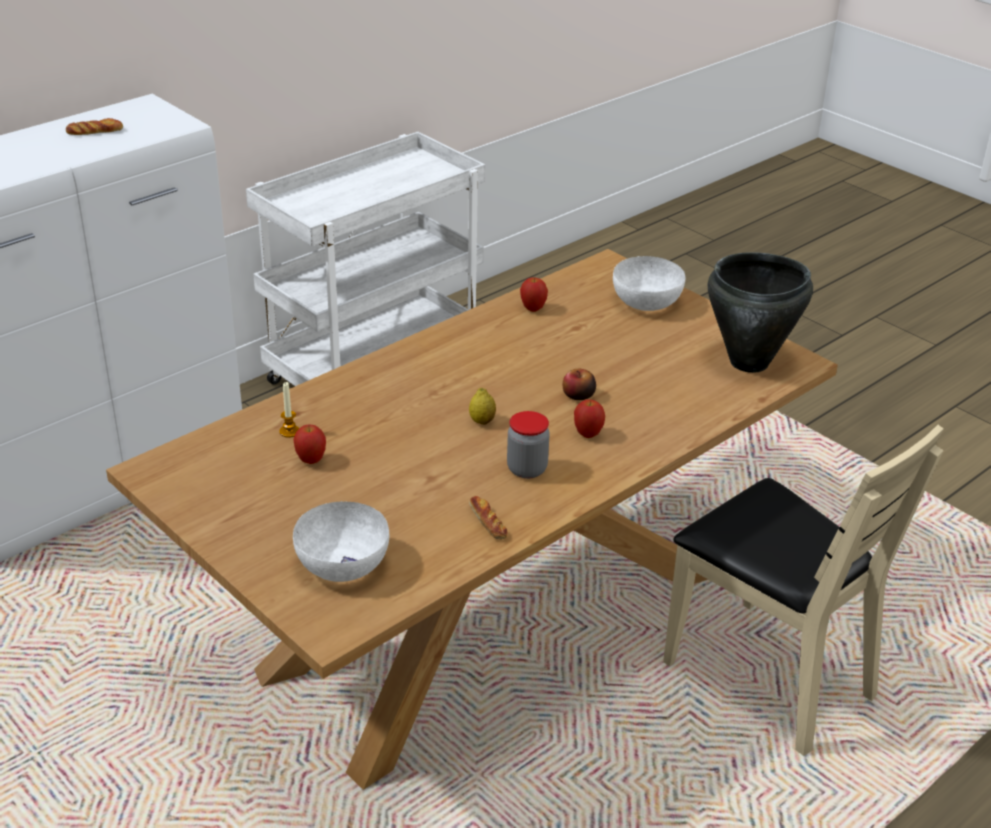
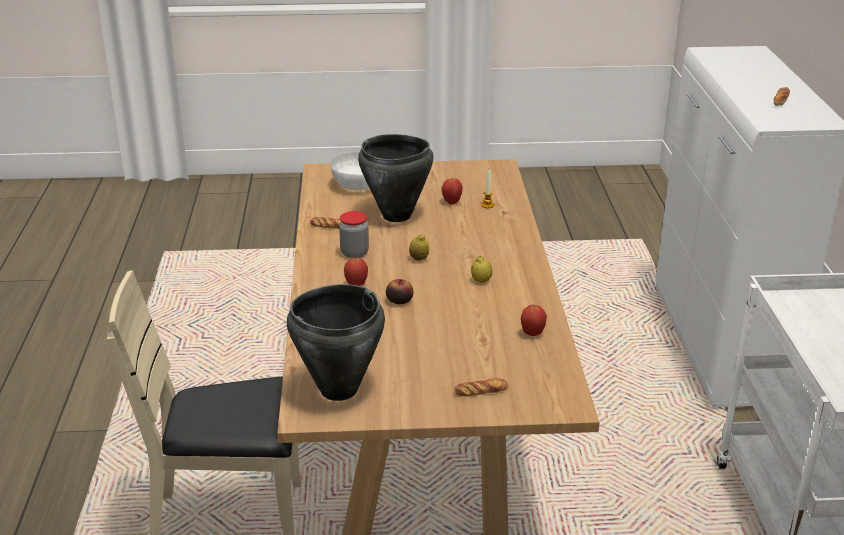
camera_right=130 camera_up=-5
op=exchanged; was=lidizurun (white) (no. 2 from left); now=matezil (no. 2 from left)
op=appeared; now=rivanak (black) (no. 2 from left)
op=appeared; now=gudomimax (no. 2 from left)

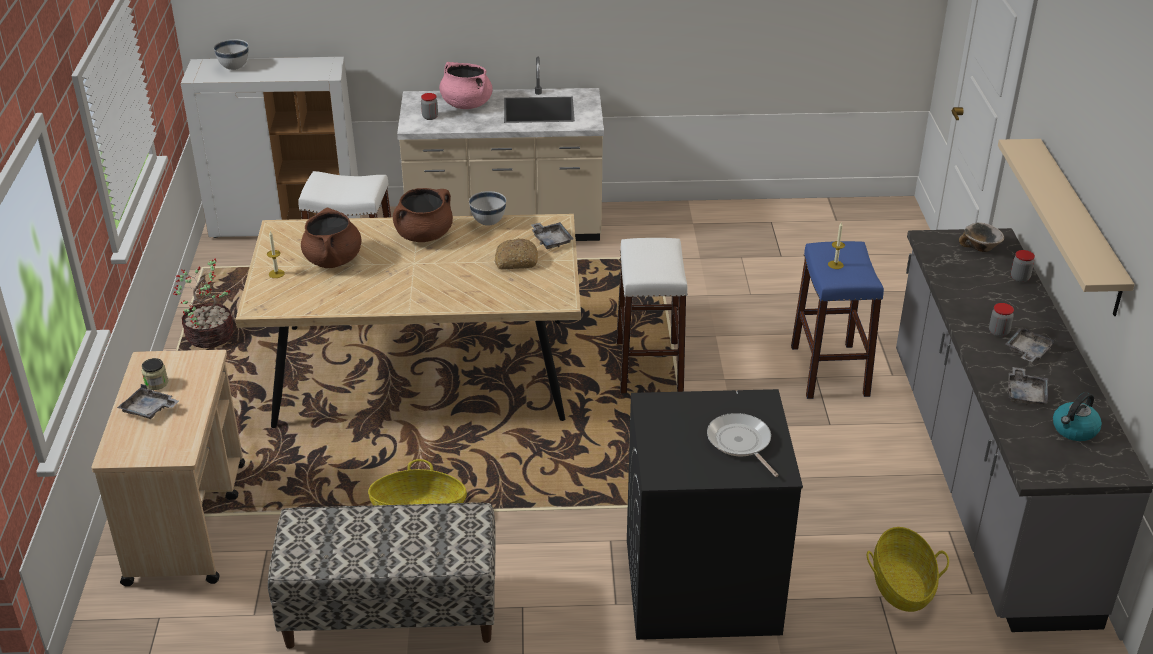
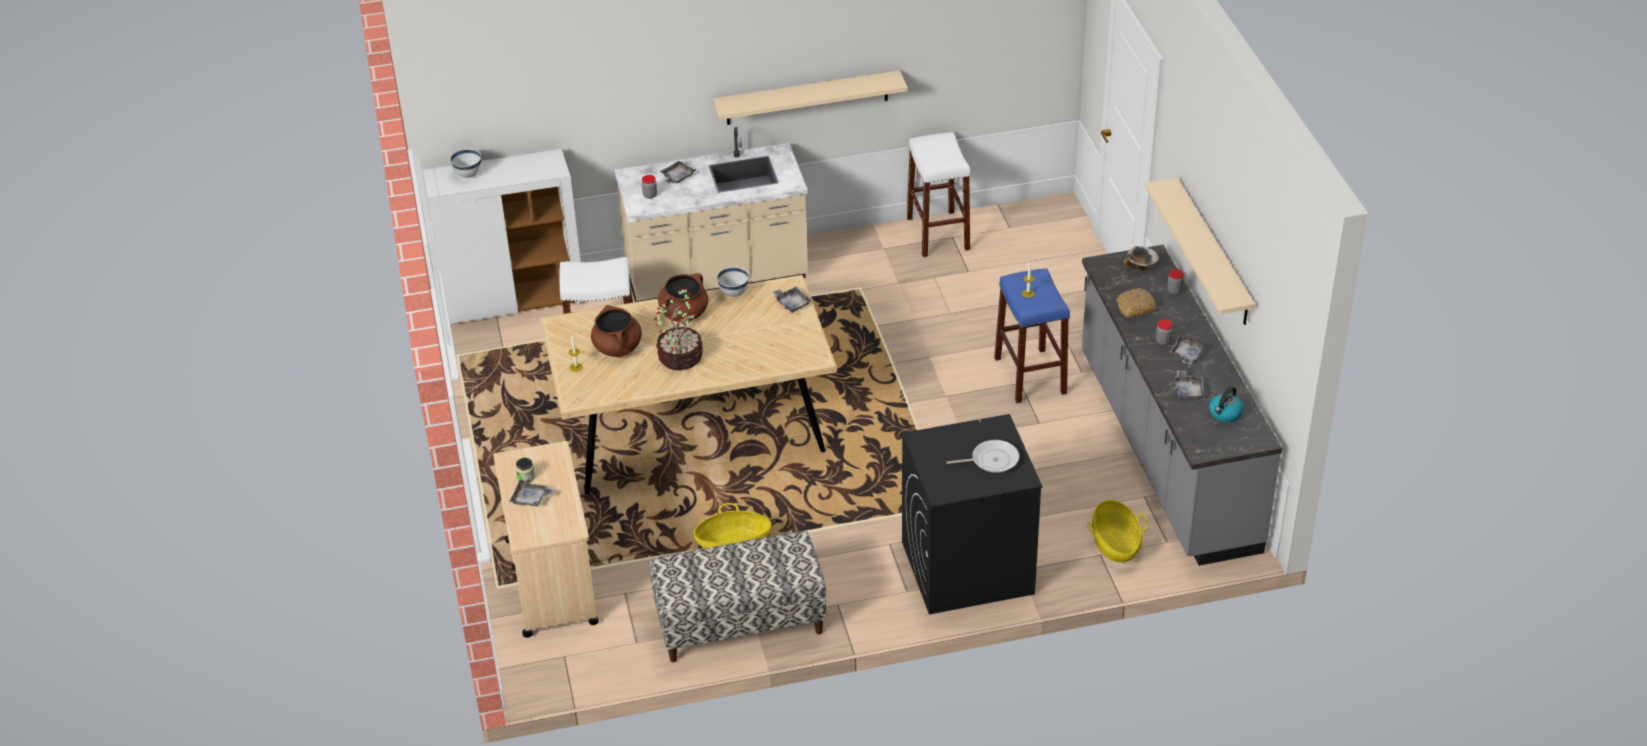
camera_right=-10 camera_up=5
op=relocated; was=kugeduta
op=exchanged; was=rivanak (pink); now=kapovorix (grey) (no. 2 from left)
op=relocated; was=matezil
op=relocated; was=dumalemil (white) (no. 2 from left)
op=spun; was=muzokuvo; clockwise=120
op=appeared; now=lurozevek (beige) (no. 1 from left)

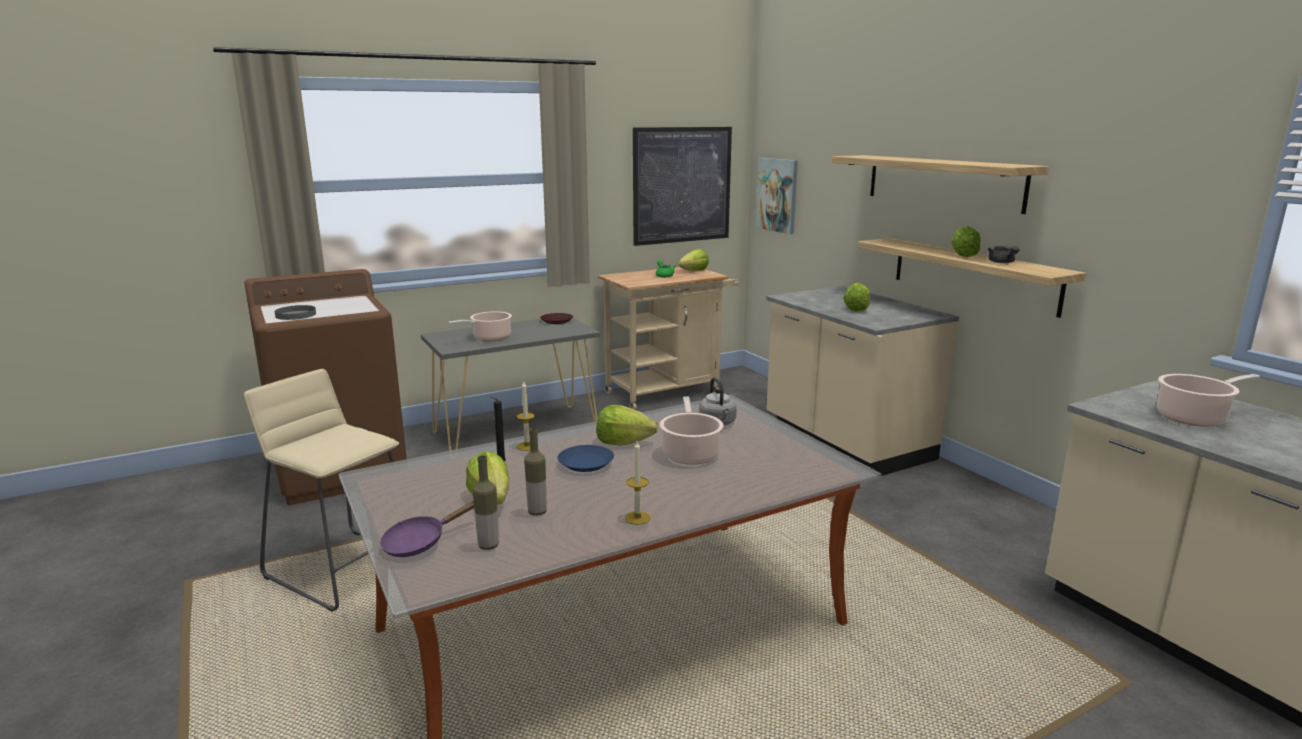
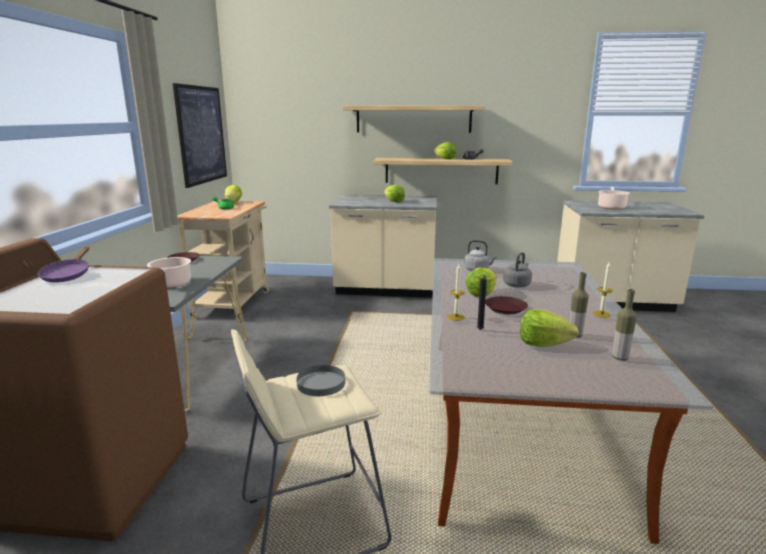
camera_right=-55 camera_up=0
op=relocated; was=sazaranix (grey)
op=relocated; was=muzokuvo (purple)
op=colour; was=sazaranix (blue); now=sazaranix (brown) (no. 2 from left)
op=exchanged; was=rivanak (no. 2 from left); now=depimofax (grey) (no. 2 from left)
op=missing; was=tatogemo (no. 2 from left)

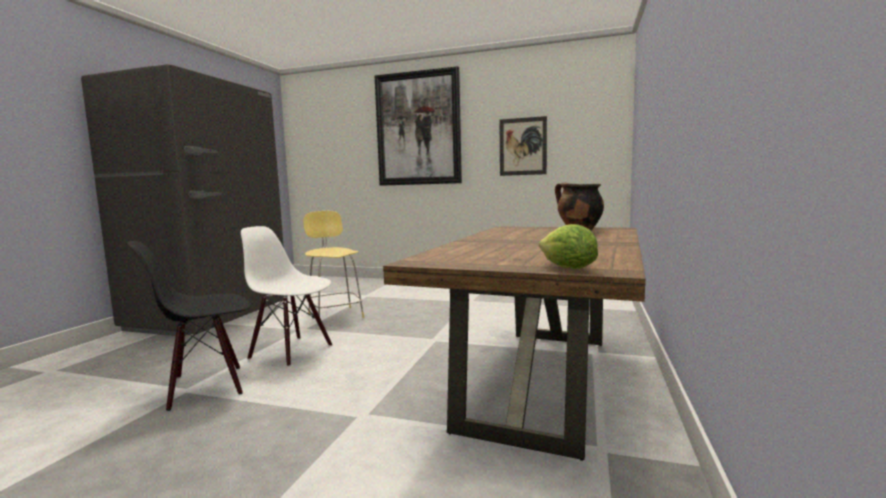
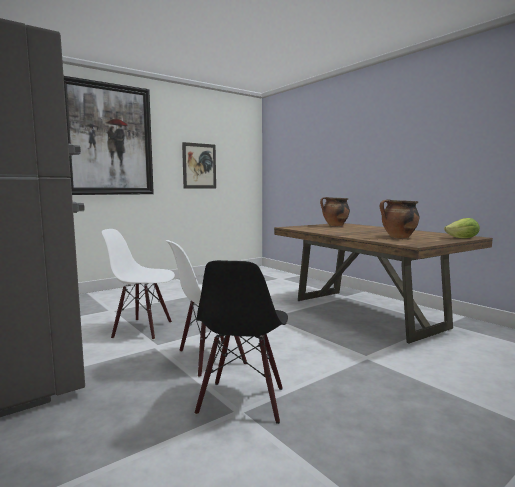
camera_right=-55 camera_up=0
op=exchanged; was=dumalemil (yellow); now=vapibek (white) (no. 1 from left)
op=appeared; now=rivanak (no. 2 from left)

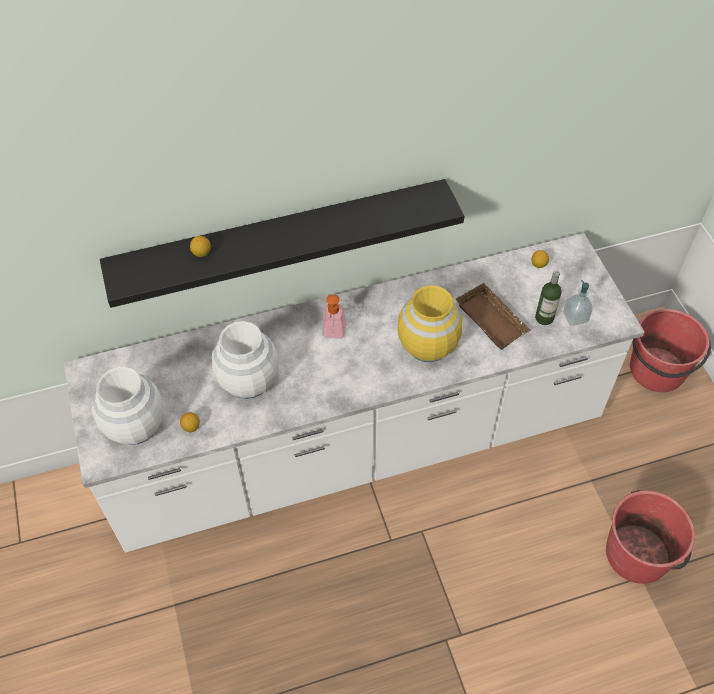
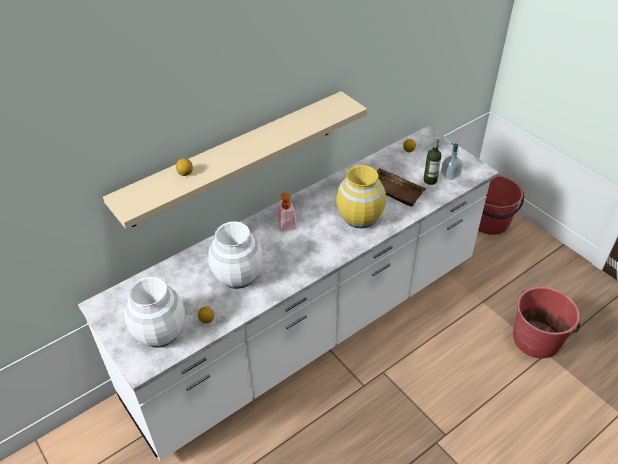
camera_right=-20 camera_up=-10
op=colour; was=lurozevek (black); now=lurozevek (beige)

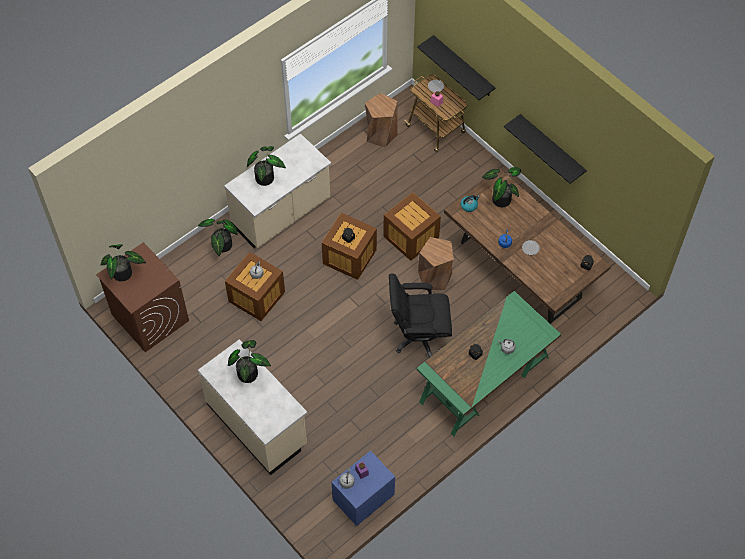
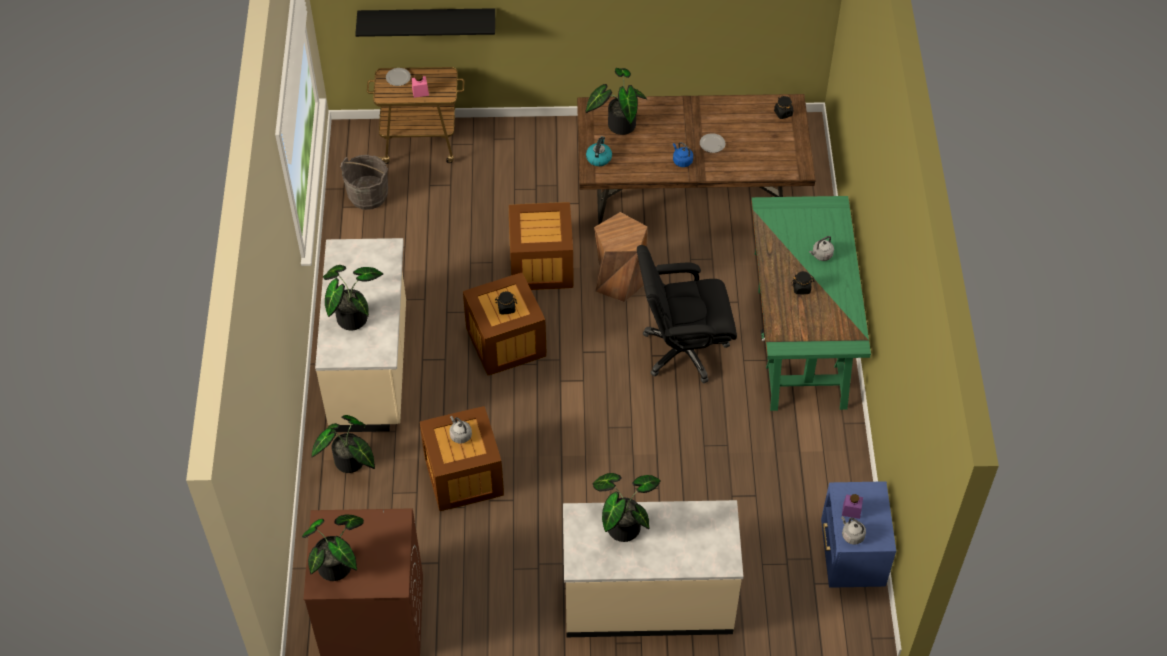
camera_right=-50 camera_up=-5
op=exchanged; was=dumalemil (brown) (no. 1 from left); now=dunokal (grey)
op=spun; was=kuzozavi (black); clockwise=45
op=missing; was=lurozevek (black) (no. 2 from left)

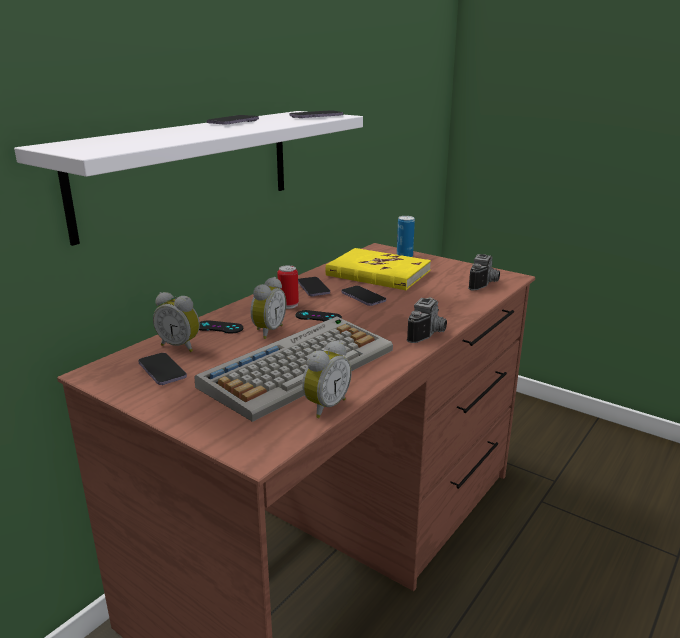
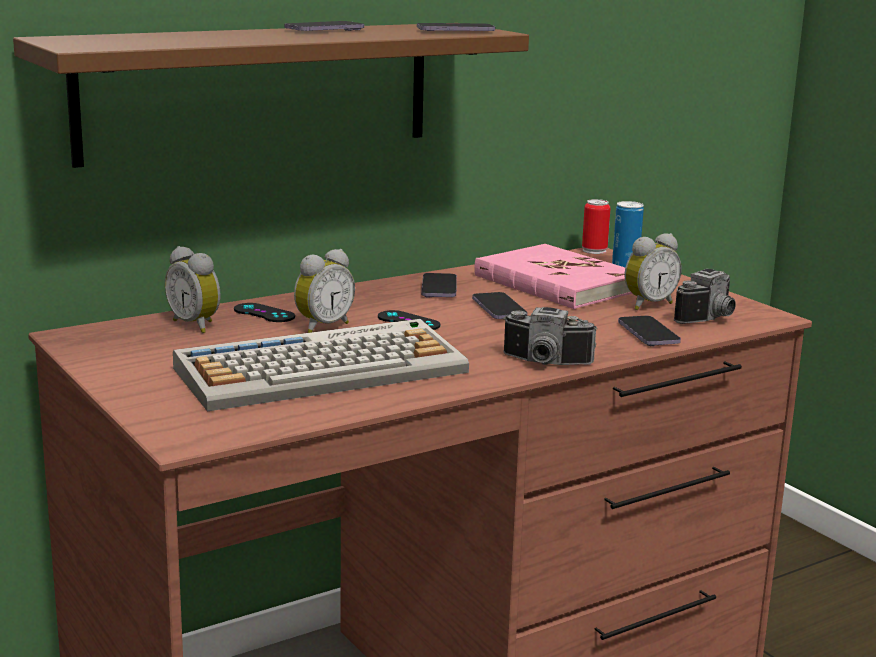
camera_right=20 camera_up=-5
op=colour; was=lurozevek (white); now=lurozevek (brown)
op=relocated; was=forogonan (no. 1 from left in the first image); now=forogonan (no. 5 from left)
op=relocated; was=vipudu (no. 1 from left)
op=relocated; was=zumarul (no. 3 from left)
op=colour; was=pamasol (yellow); now=pamasol (pink)
op=spun; was=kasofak (no. 1 from left); clockwise=60

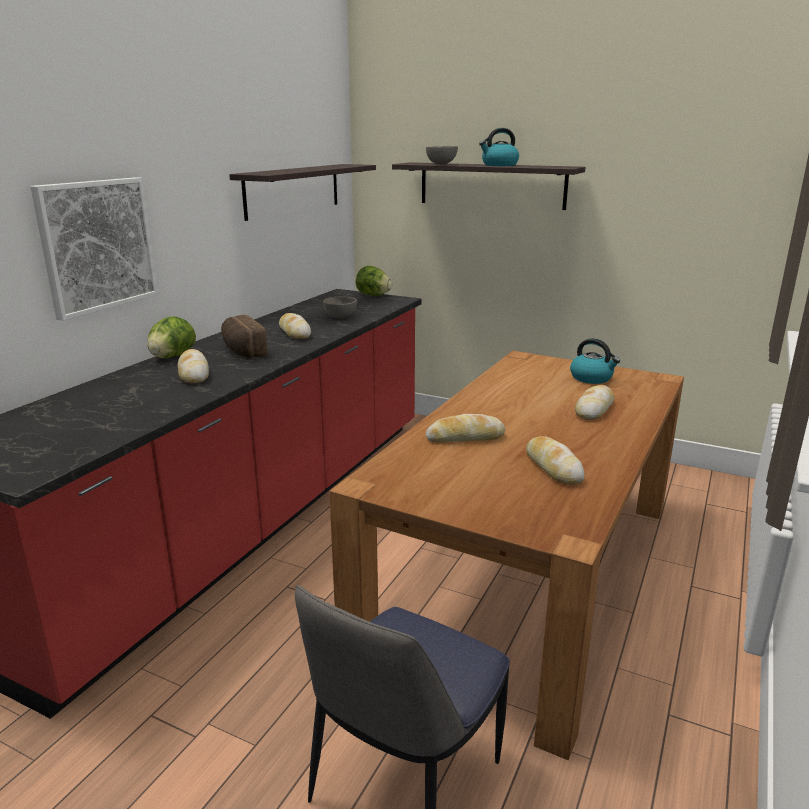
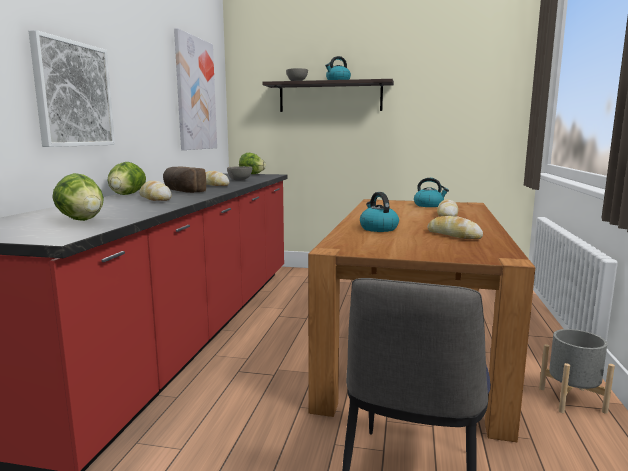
camera_right=-15 camera_up=-10
op=exchanged; was=lurozevek (no. 1 from left); now=tatogemo (no. 2 from left)
op=exchanged; was=matezil (no. 4 from left); now=depimofax (no. 2 from left)
op=appeared; now=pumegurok (no. 1 from left)
op=appeared; now=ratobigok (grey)

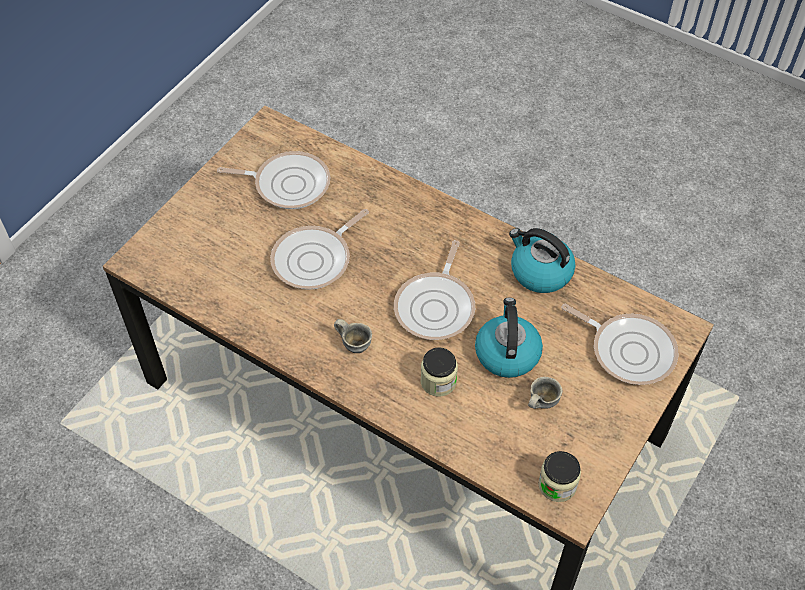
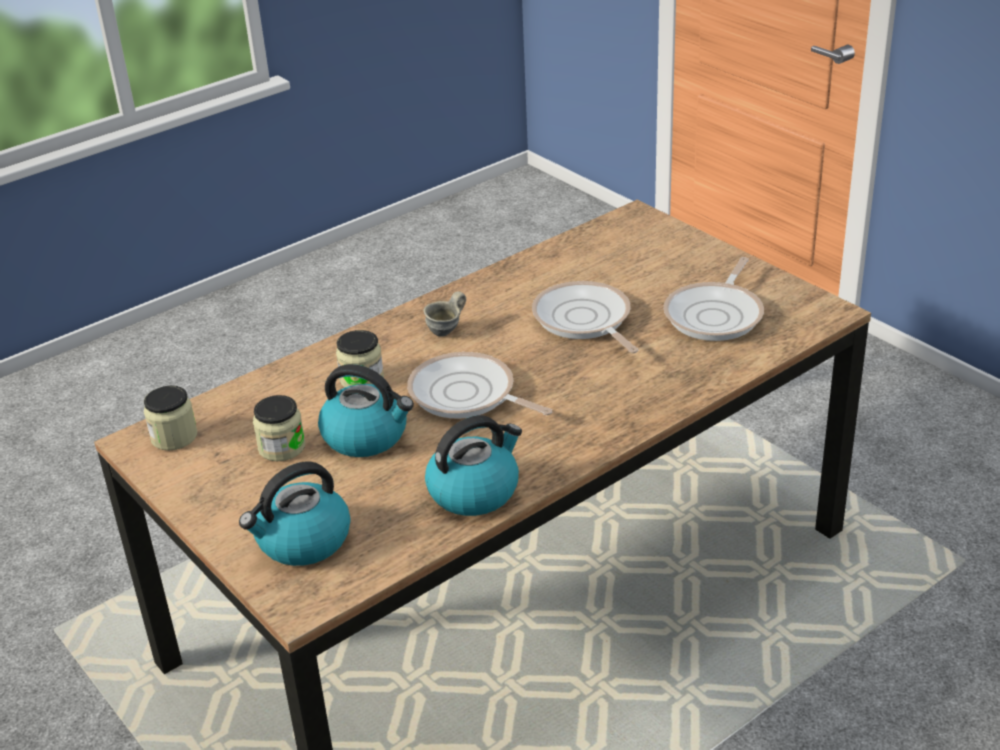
camera_right=110 camera_up=-20
op=exchanged; was=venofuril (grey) (no. 2 from left); now=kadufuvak (no. 2 from left)
op=exchanged; was=muzokuvo (no. 4 from left); now=depimofax (no. 1 from left)

